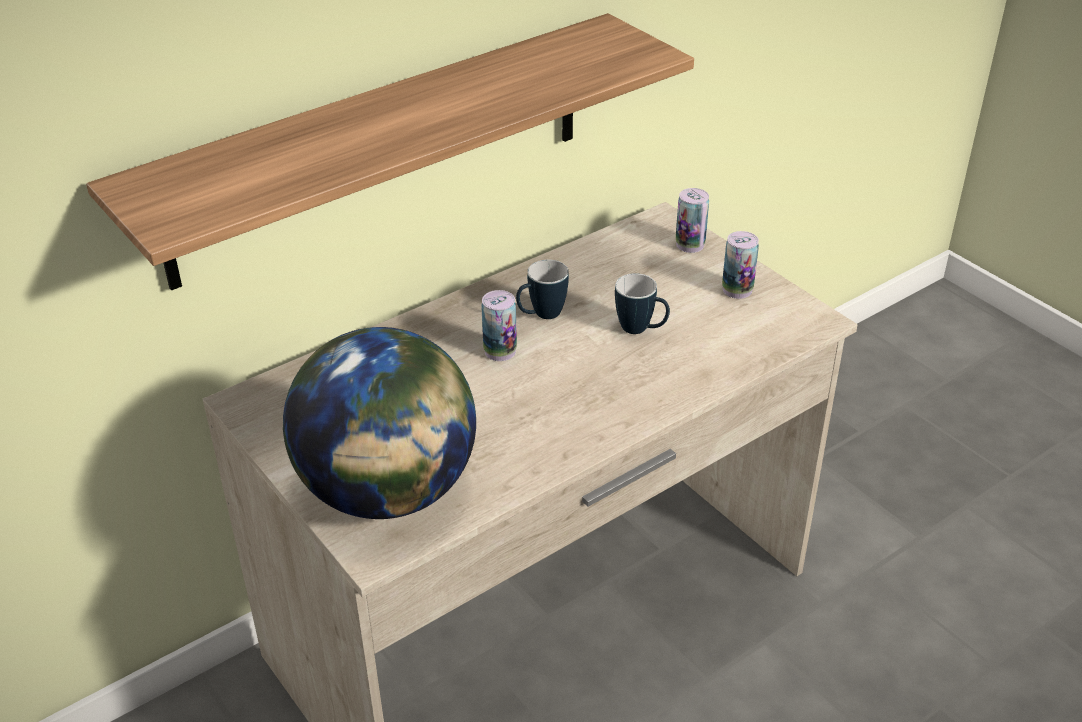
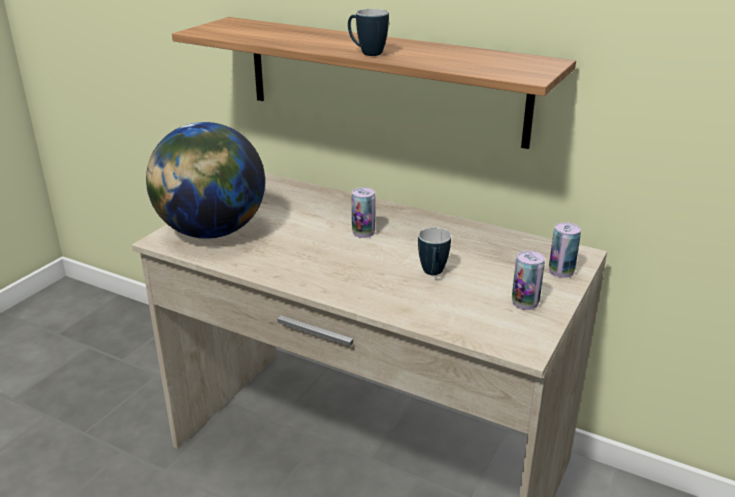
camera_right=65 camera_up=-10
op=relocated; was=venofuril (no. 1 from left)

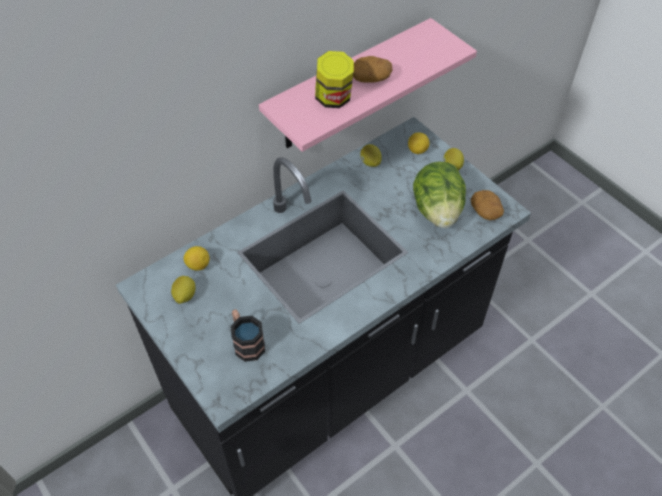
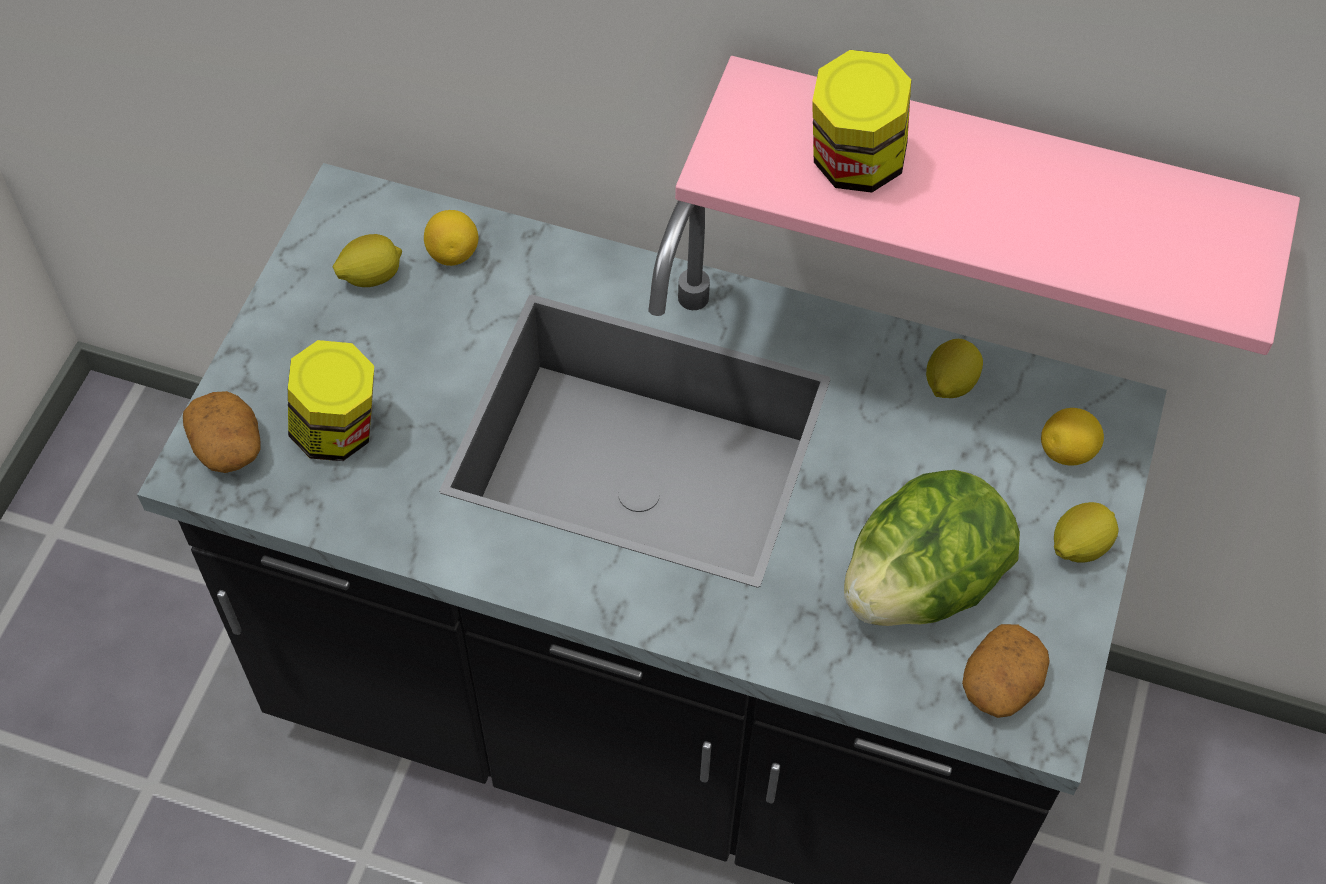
camera_right=55 camera_up=5
op=exchanged; was=venofuril; now=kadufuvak (no. 1 from left)
op=relocated; was=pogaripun (no. 1 from left)

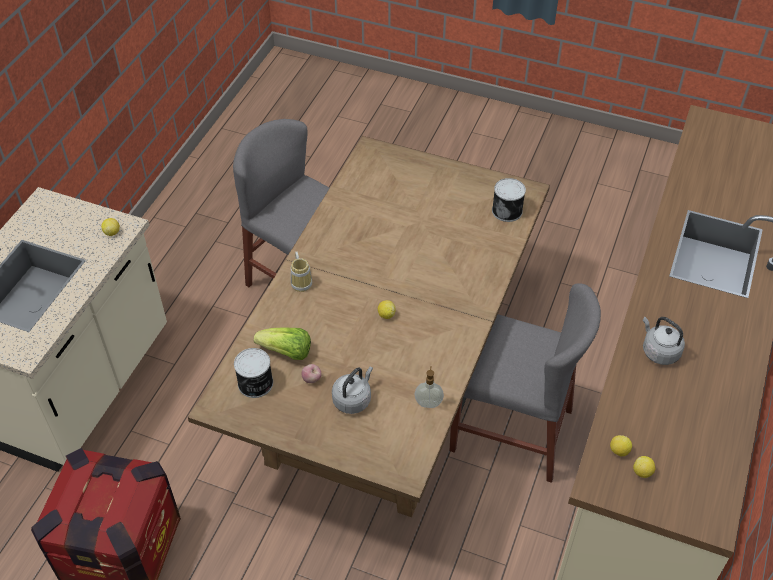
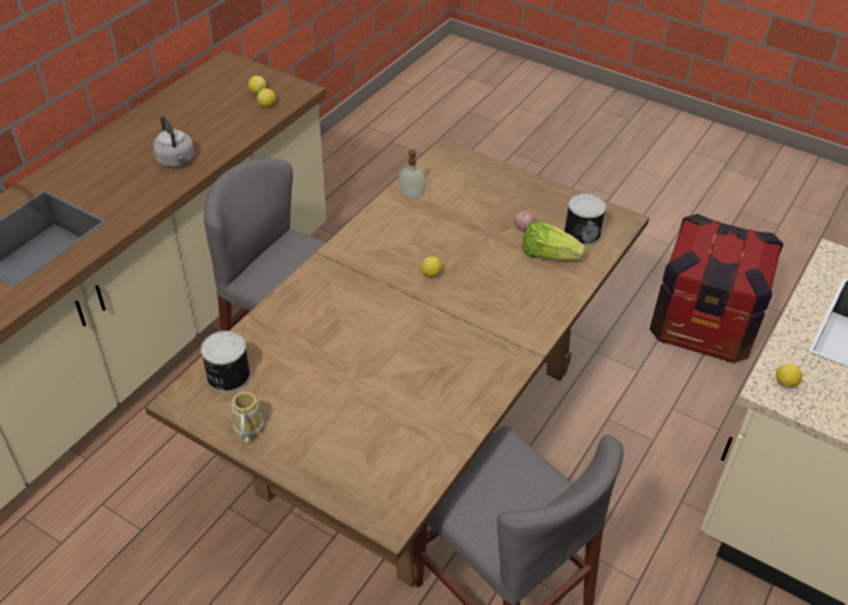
camera_right=-170 camera_up=-5
op=relocated; was=venofuril
op=missing; was=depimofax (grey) (no. 1 from left)

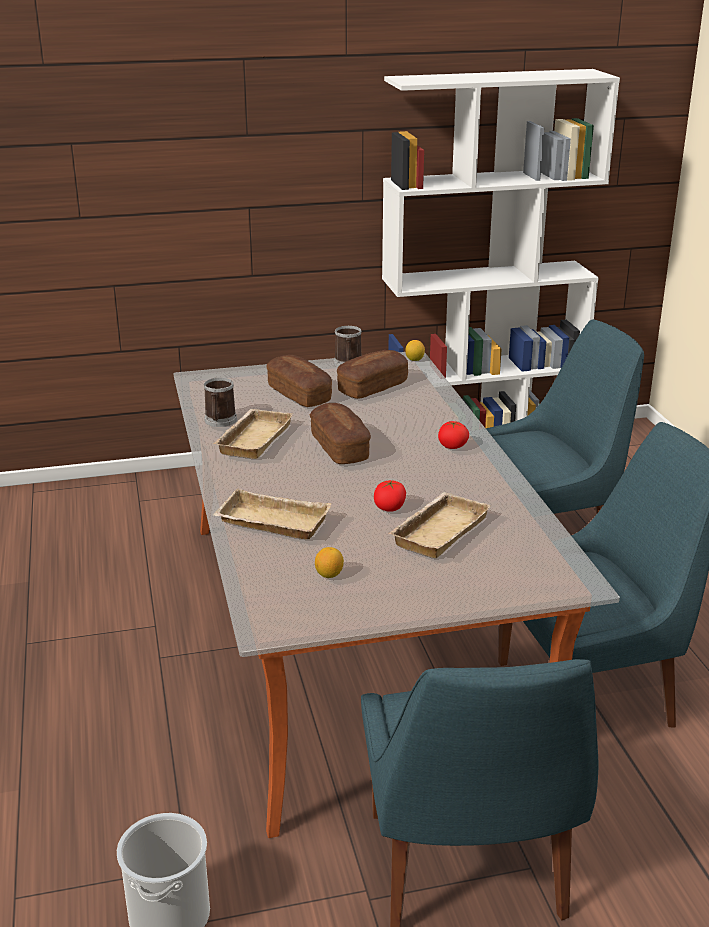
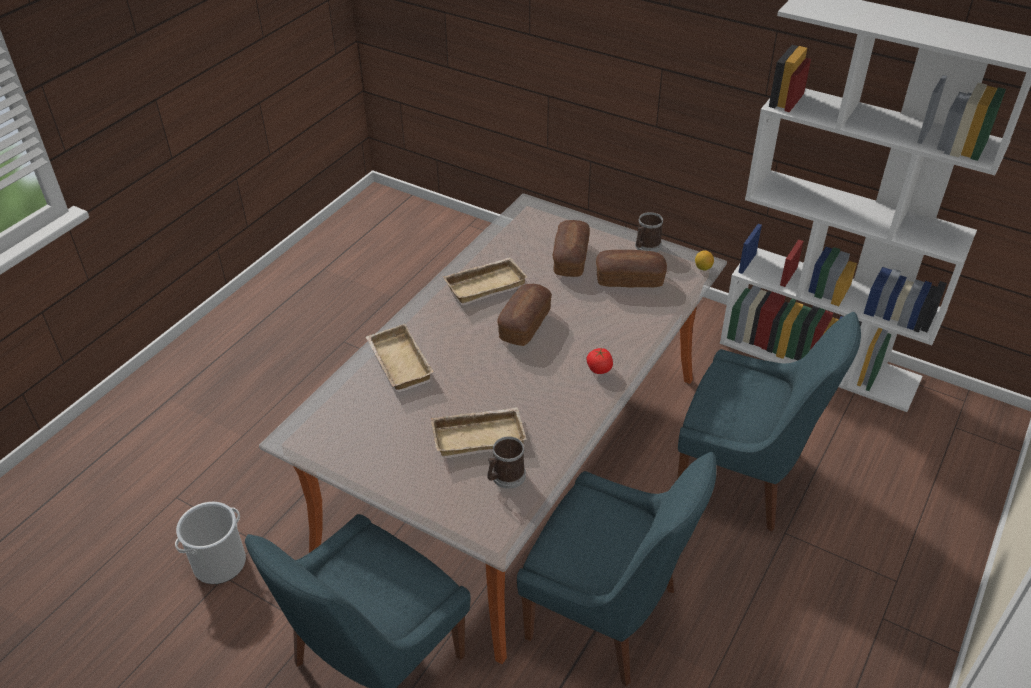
camera_right=45 camera_up=15
op=relocated; was=venofuril (no. 1 from left)
op=missing; was=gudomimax (no. 1 from left)
op=missing; was=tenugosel (no. 1 from left)

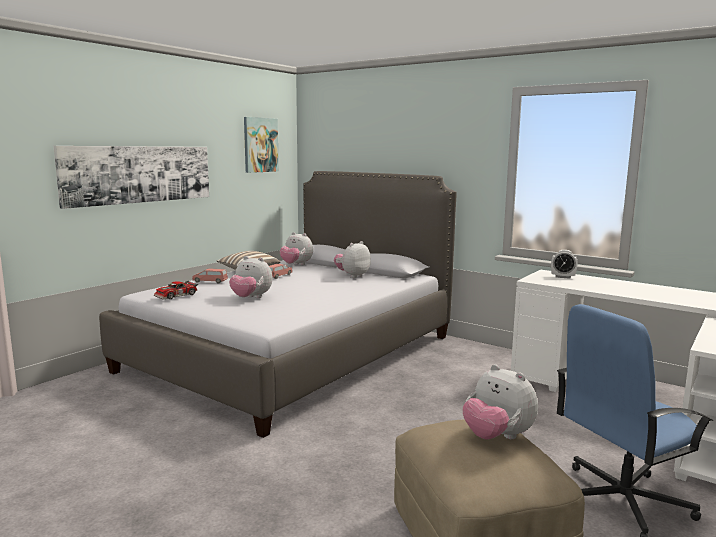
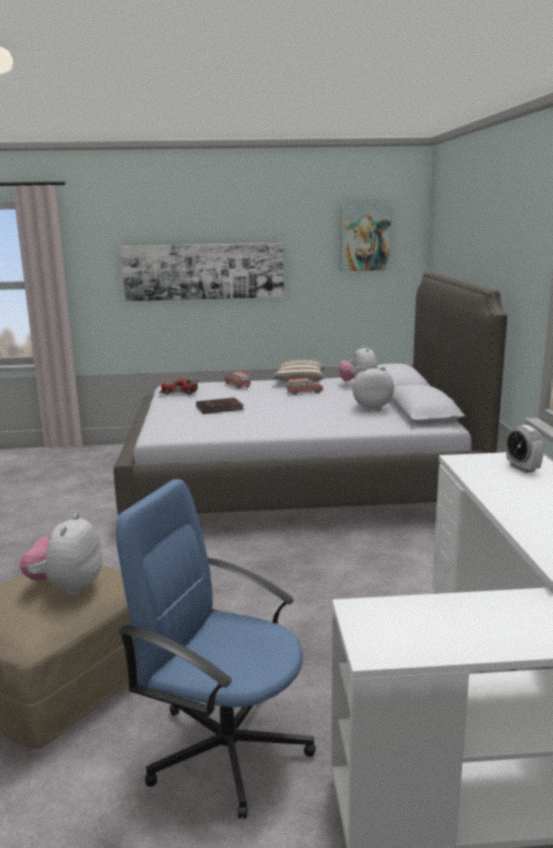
camera_right=50 camera_up=5
op=exchanged; was=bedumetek (no. 1 from left); now=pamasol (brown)

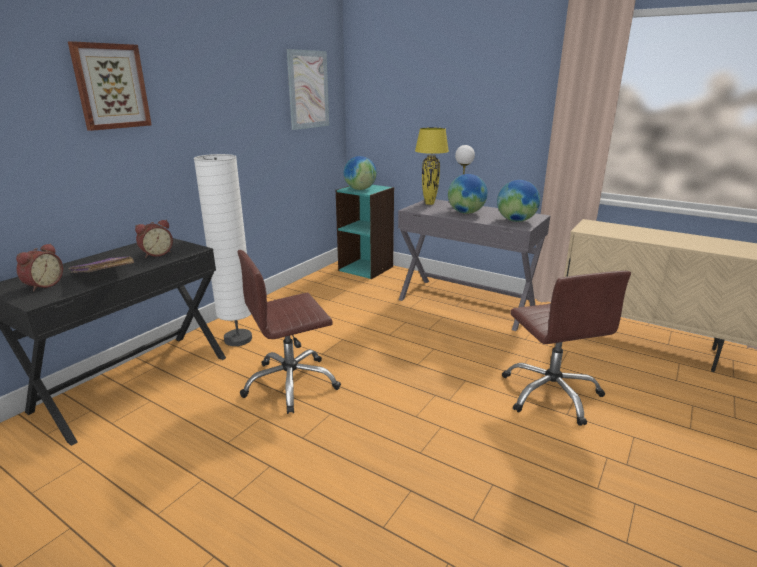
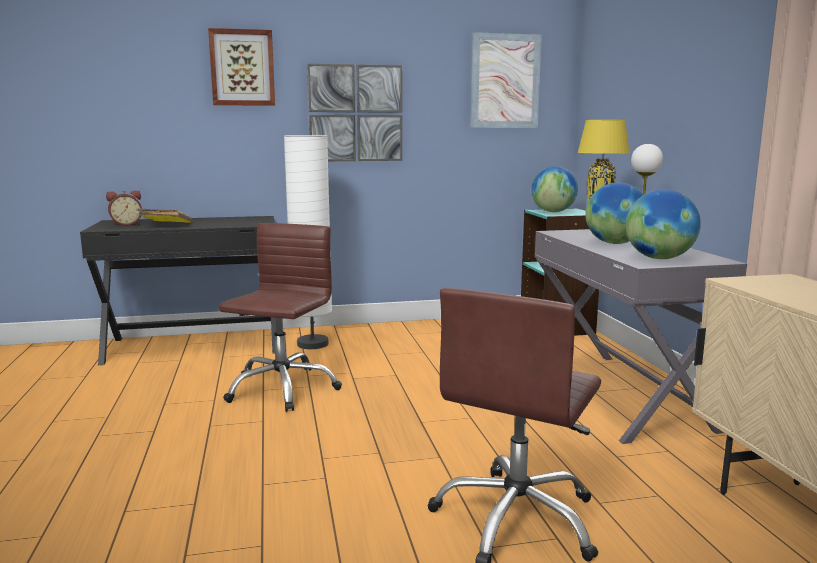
camera_right=45 camera_up=-10
op=colour; was=pamasol (purple); now=pamasol (yellow)
op=missing; was=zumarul (no. 2 from left)
op=spun; was=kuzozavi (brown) (no. 1 from left); clockwise=90
op=appeared; now=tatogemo (no. 2 from left)

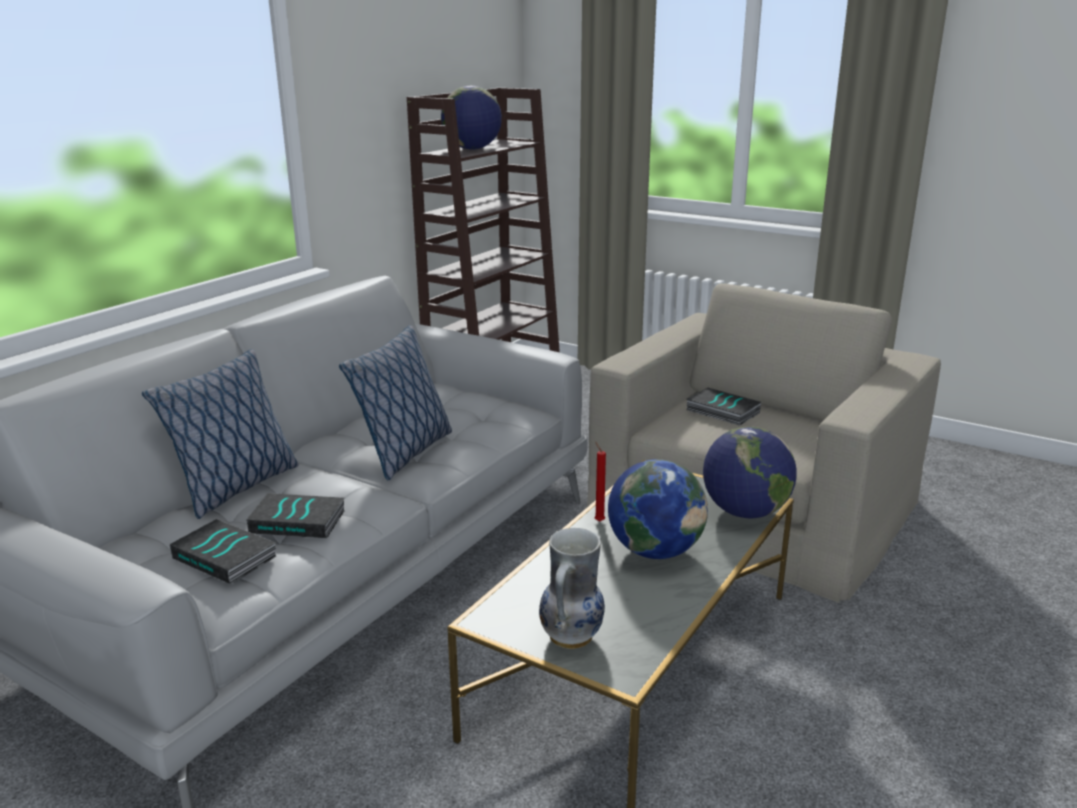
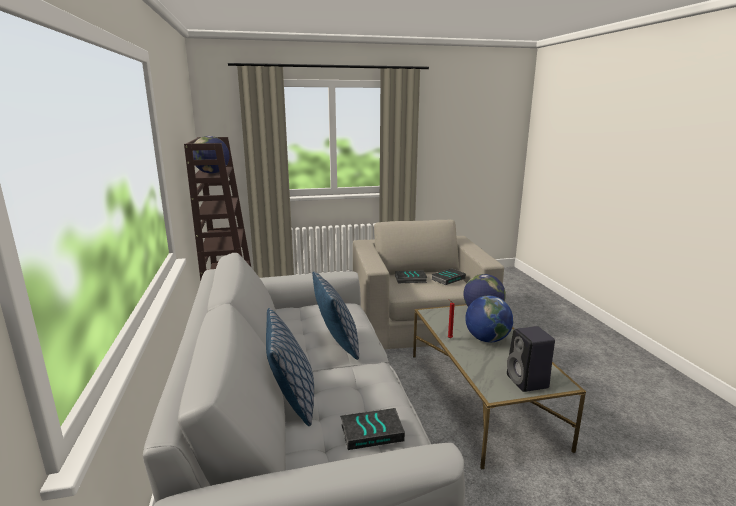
camera_right=-45 camera_up=-5
op=relocated; was=pamasol (no. 2 from left in the first image); now=pamasol (no. 3 from left)
op=exchanged; was=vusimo; now=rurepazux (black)

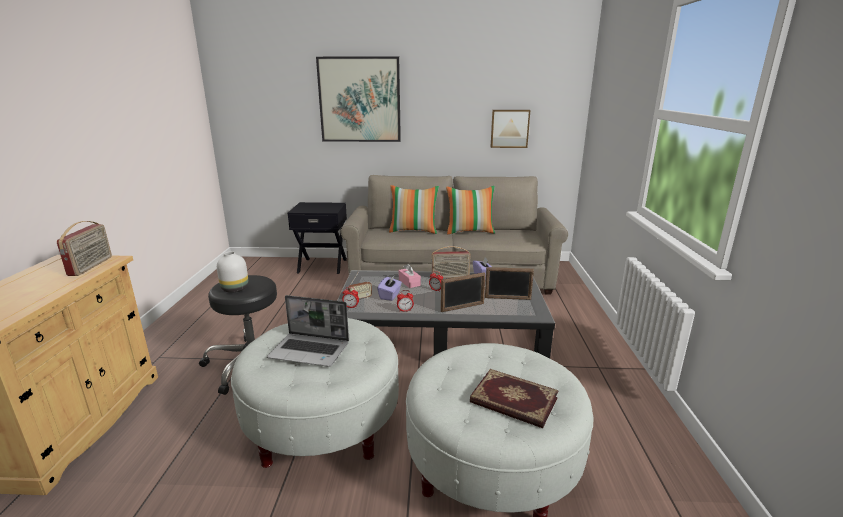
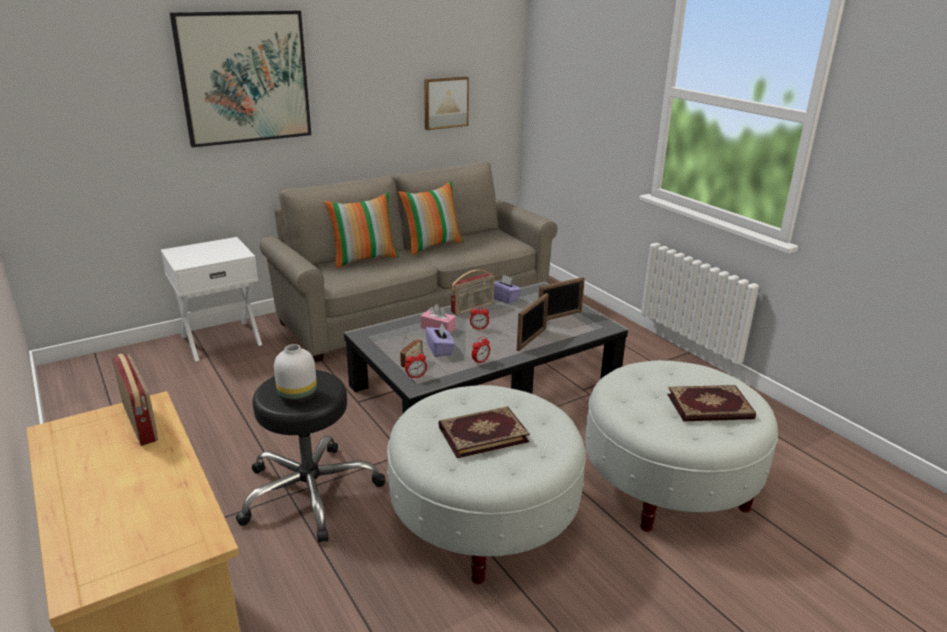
camera_right=-35 camera_up=5
op=exchanged; was=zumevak; now=pamasol (no. 1 from left)
op=colour; was=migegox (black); now=migegox (white)

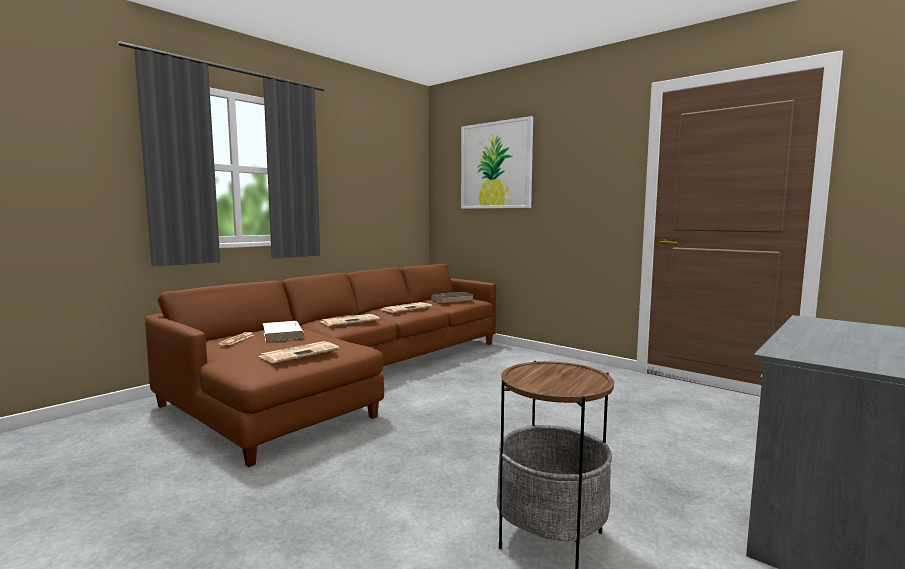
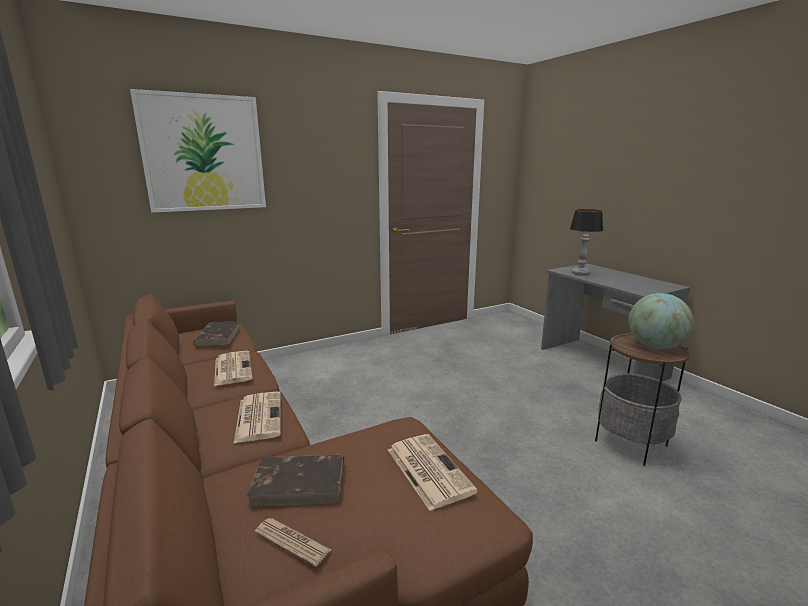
camera_right=-70 camera_up=10
op=colour; was=pamasol (white); now=pamasol (brown) (no. 2 from left)
op=appeared; now=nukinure
op=appeared; now=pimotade

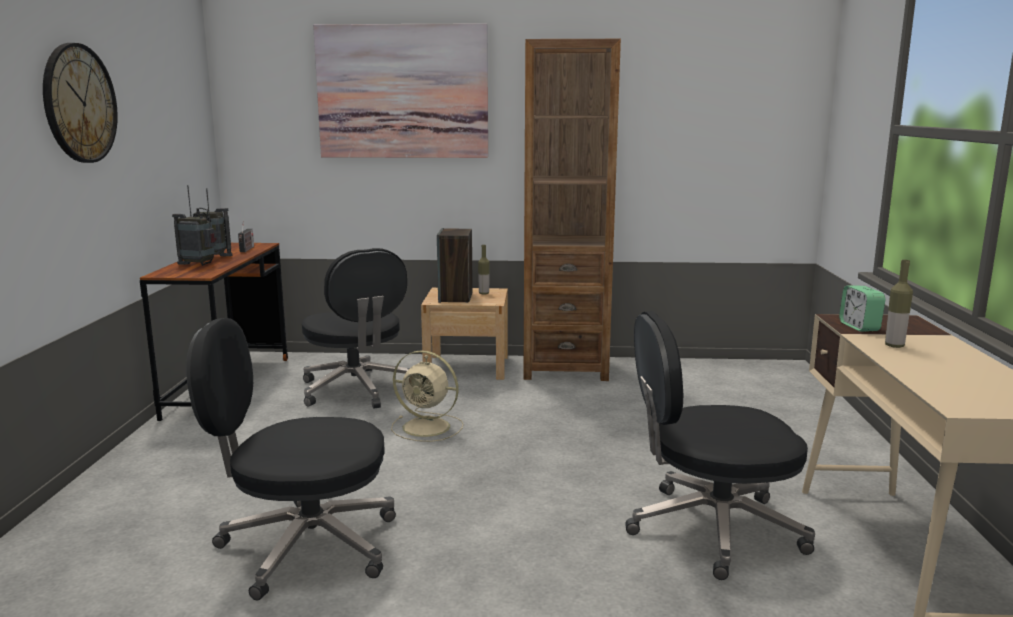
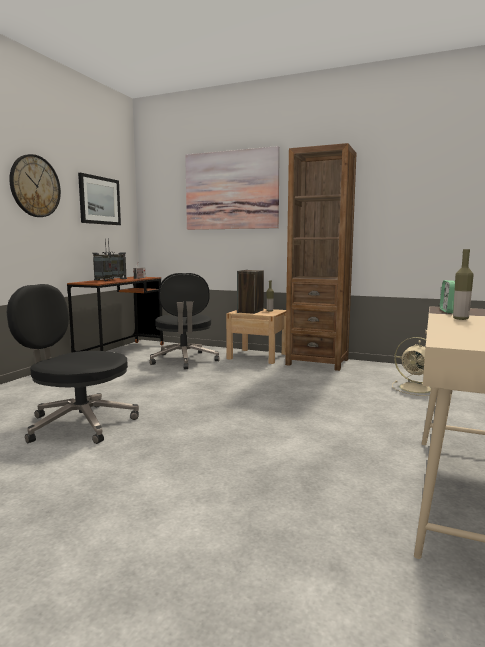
camera_right=20 camera_up=-5
op=relocated; was=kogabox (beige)
op=missing; was=kuzozavi (black) (no. 3 from left)
op=appeared; now=tatogemo (no. 1 from left)

